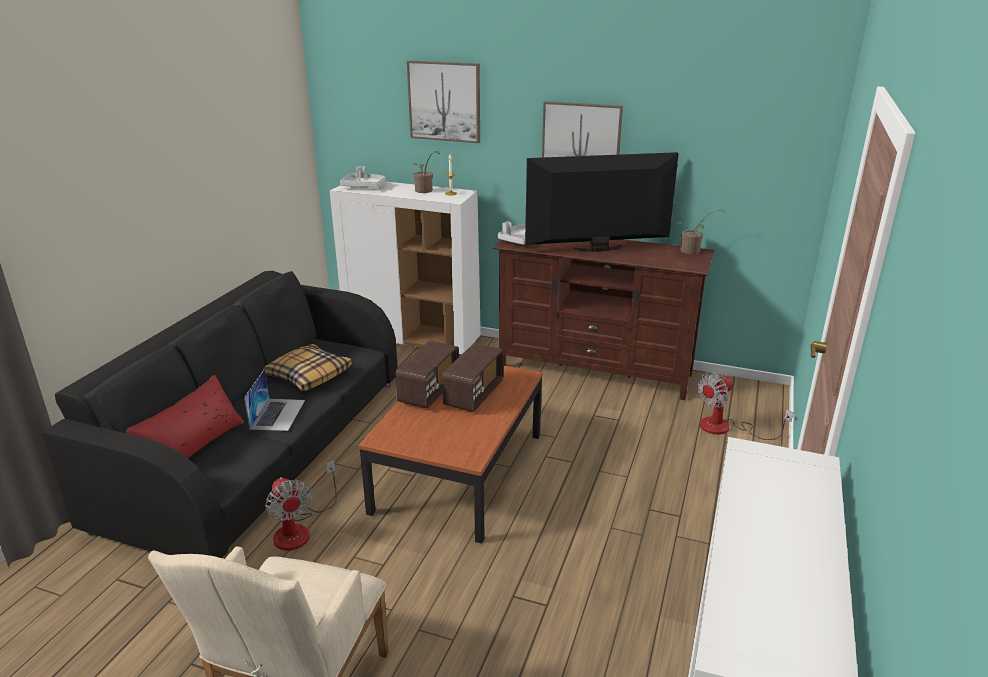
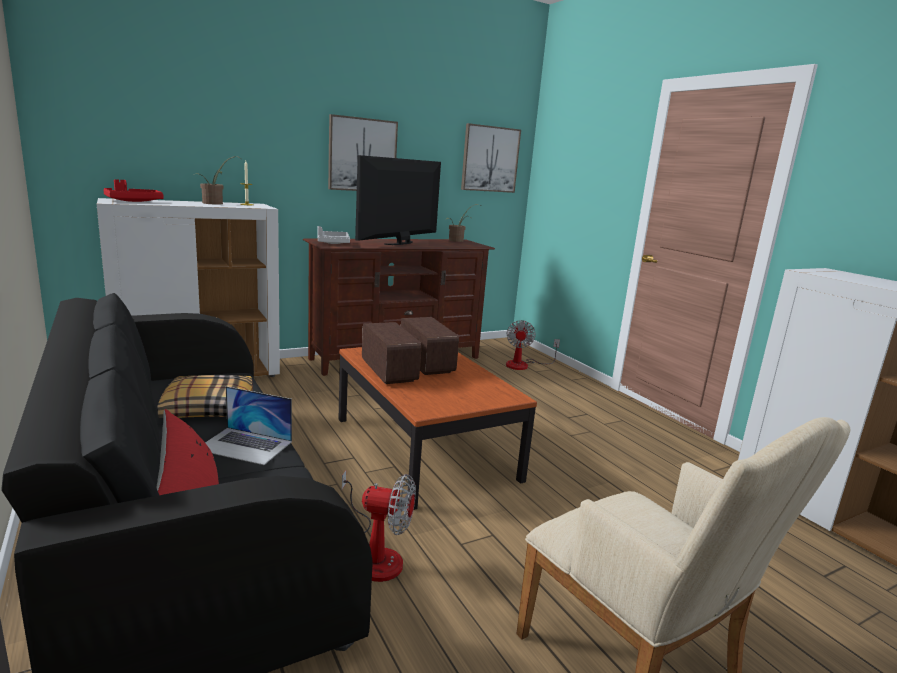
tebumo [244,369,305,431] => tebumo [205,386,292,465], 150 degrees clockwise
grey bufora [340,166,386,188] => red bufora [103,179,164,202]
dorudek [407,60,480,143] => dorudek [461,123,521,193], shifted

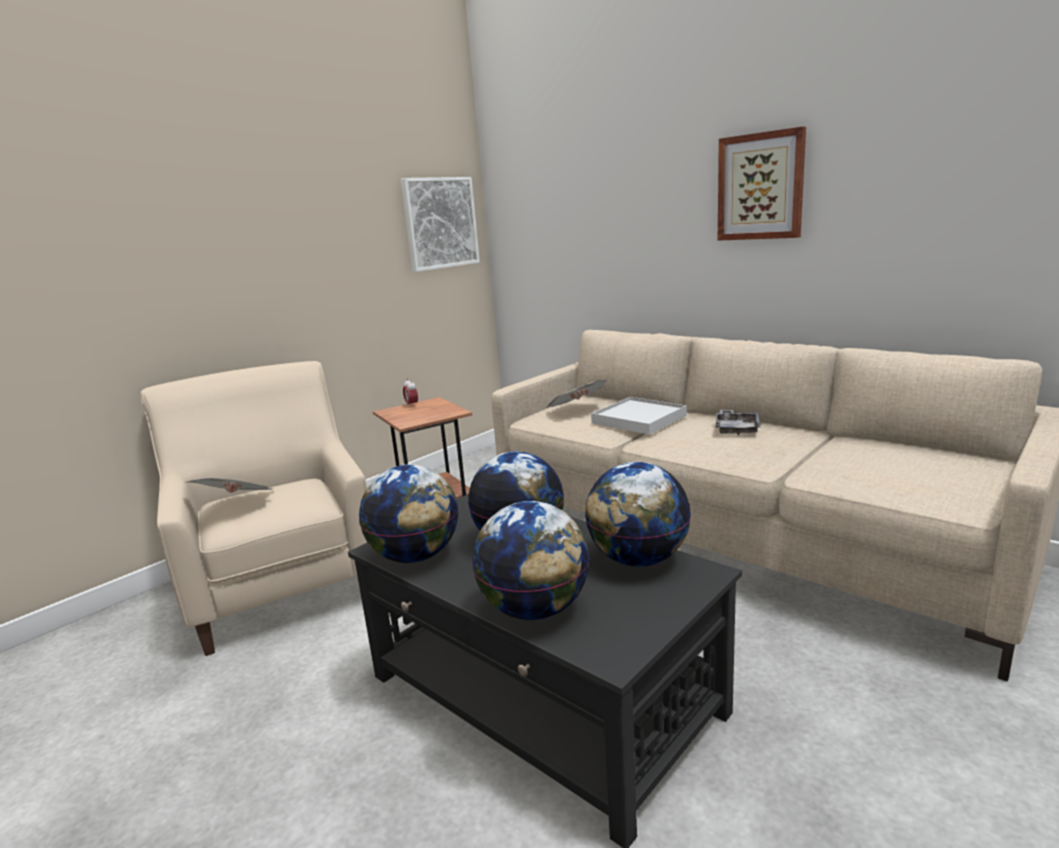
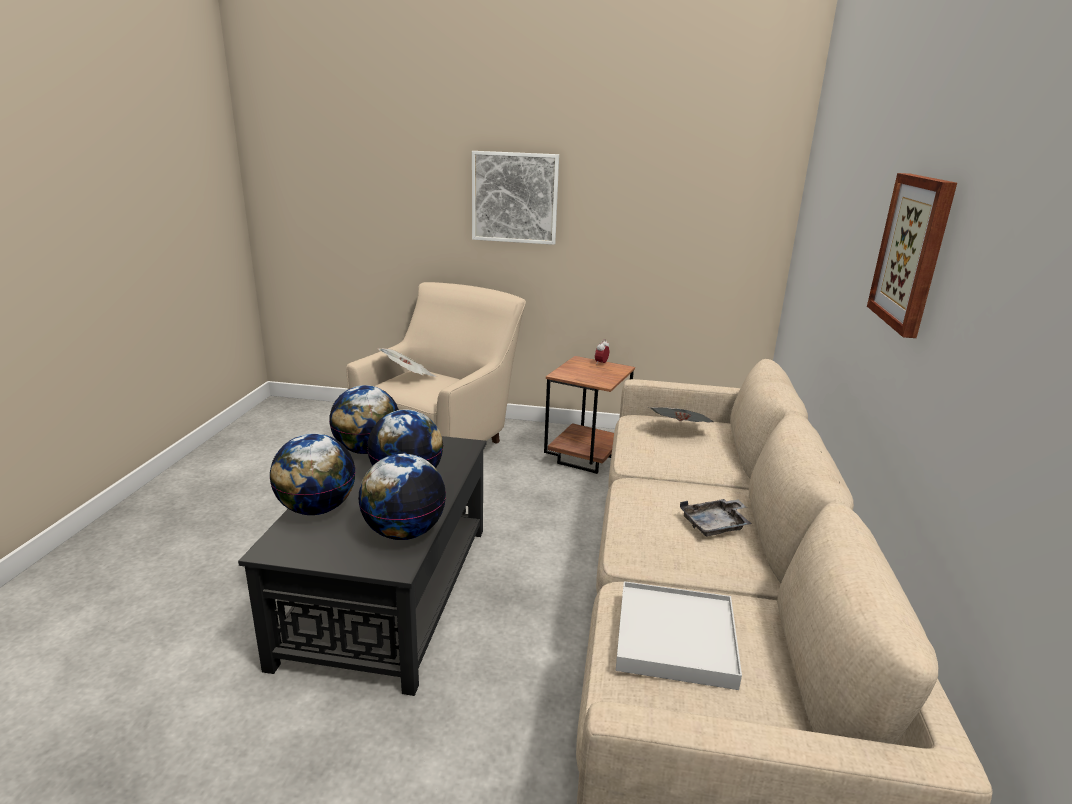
dorudek [401,177,480,272] => dorudek [472,151,559,245], shifted
white bufora [591,397,687,435] => white bufora [616,581,742,690], shifted

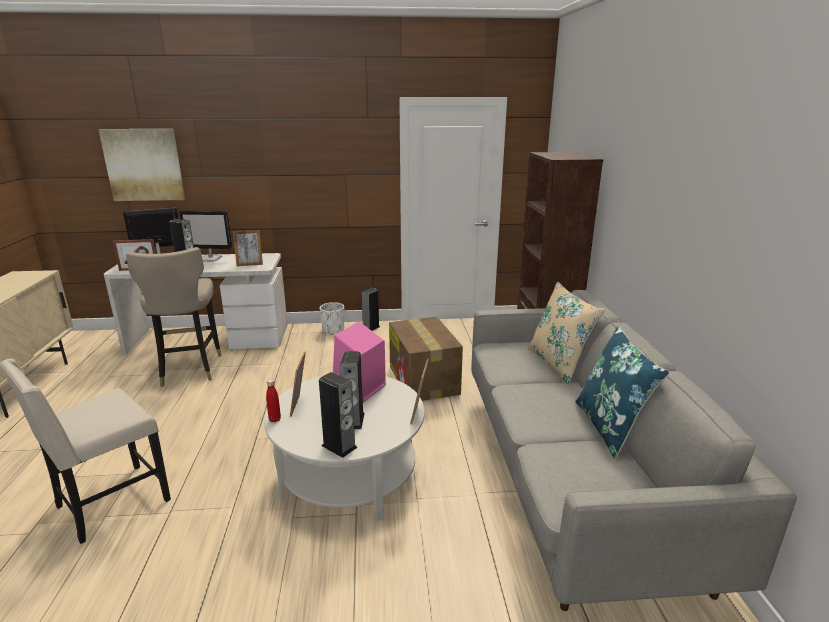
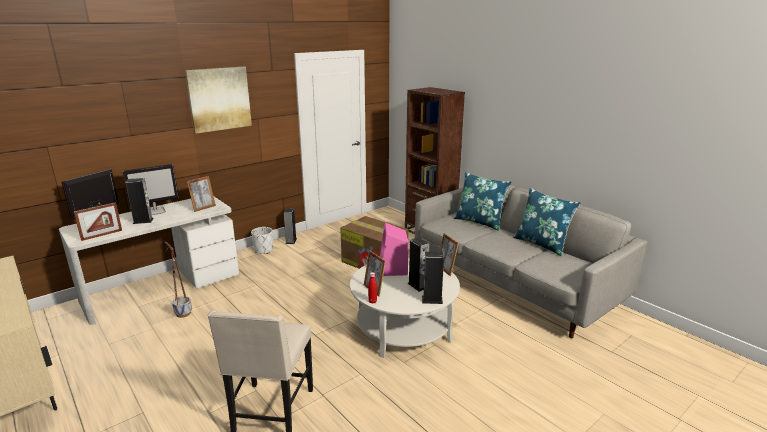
dorudek [98,129,185,201] => dorudek [185,67,252,134], shifted
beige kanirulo [126,247,221,387] => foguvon [163,240,192,318]
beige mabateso [527,282,605,384] => blue mabateso [454,172,512,231]

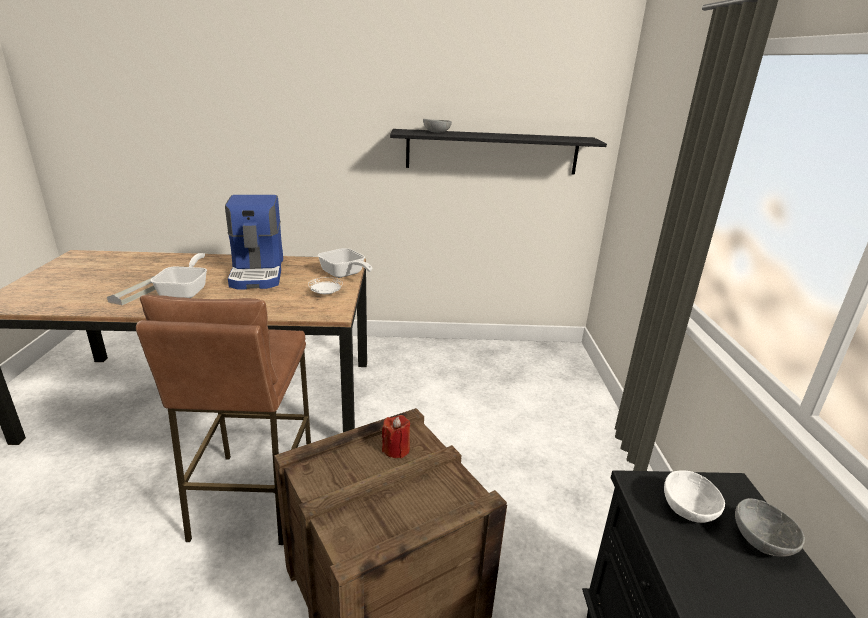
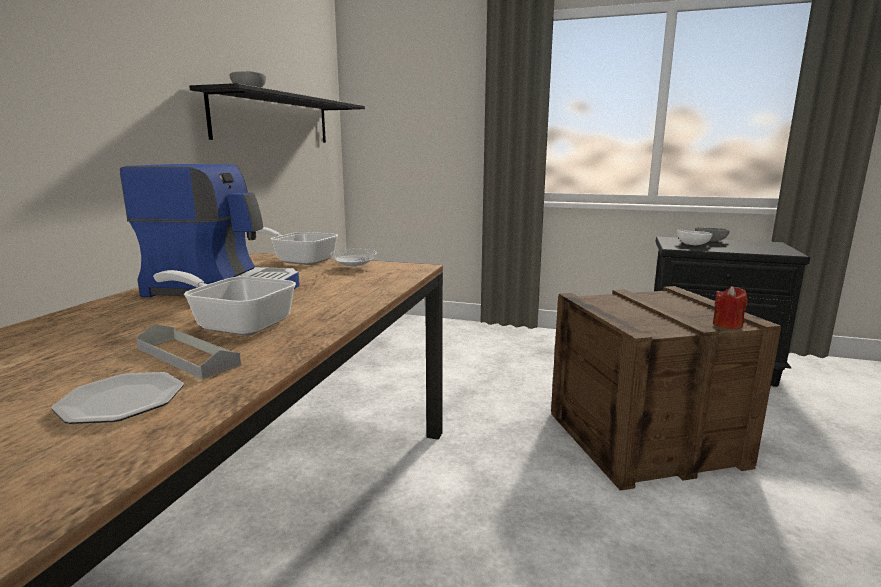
brown kanirulo [136,295,311,545] => nothing
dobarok [318,248,372,278] => dobarok [256,227,338,265], 135 degrees counterclockwise
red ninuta [382,415,410,458] => red ninuta [713,286,748,329], shifted
nothing => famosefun [51,372,184,424]

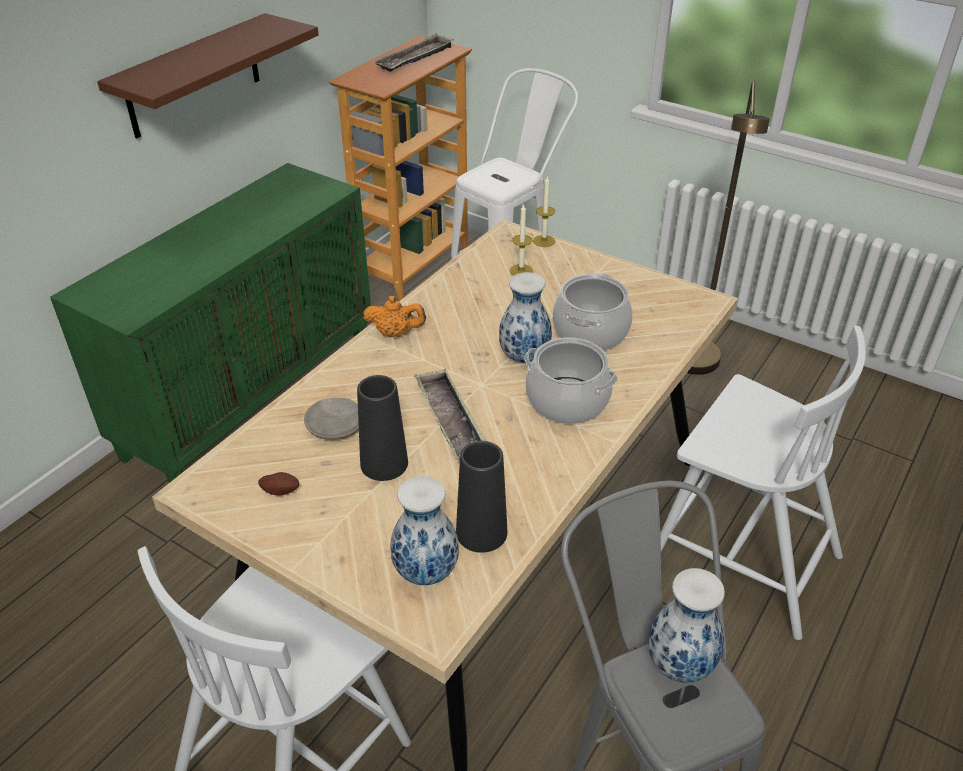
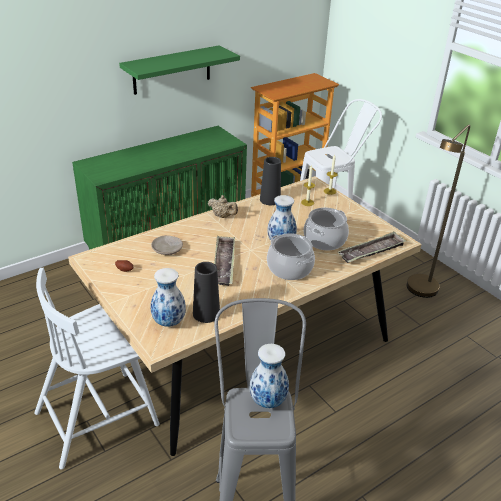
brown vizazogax [97,13,319,138] => green vizazogax [119,45,240,95]
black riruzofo [357,375,408,481] => black riruzofo [260,157,281,205], shifted
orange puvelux [363,296,426,337] => beige puvelux [208,195,238,218]
bufora [374,33,454,72] => bufora [338,231,406,263], shifted
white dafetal [660,325,866,640] => nothing

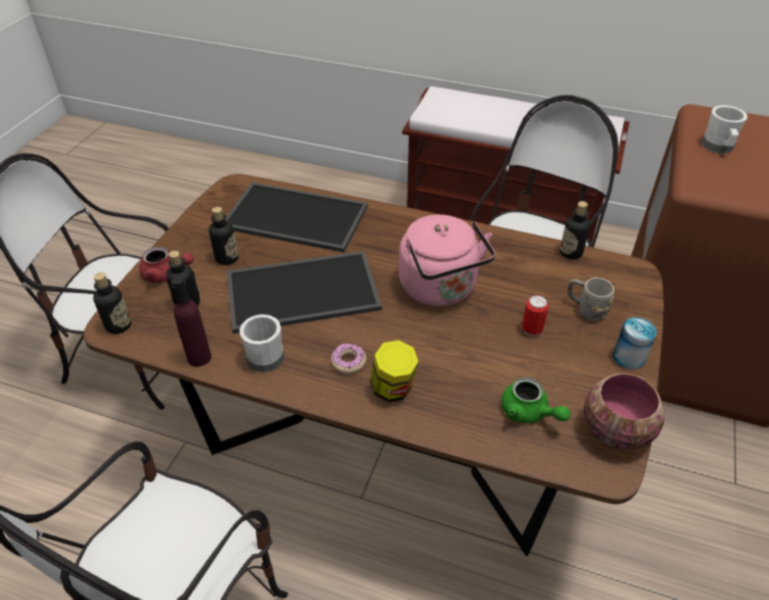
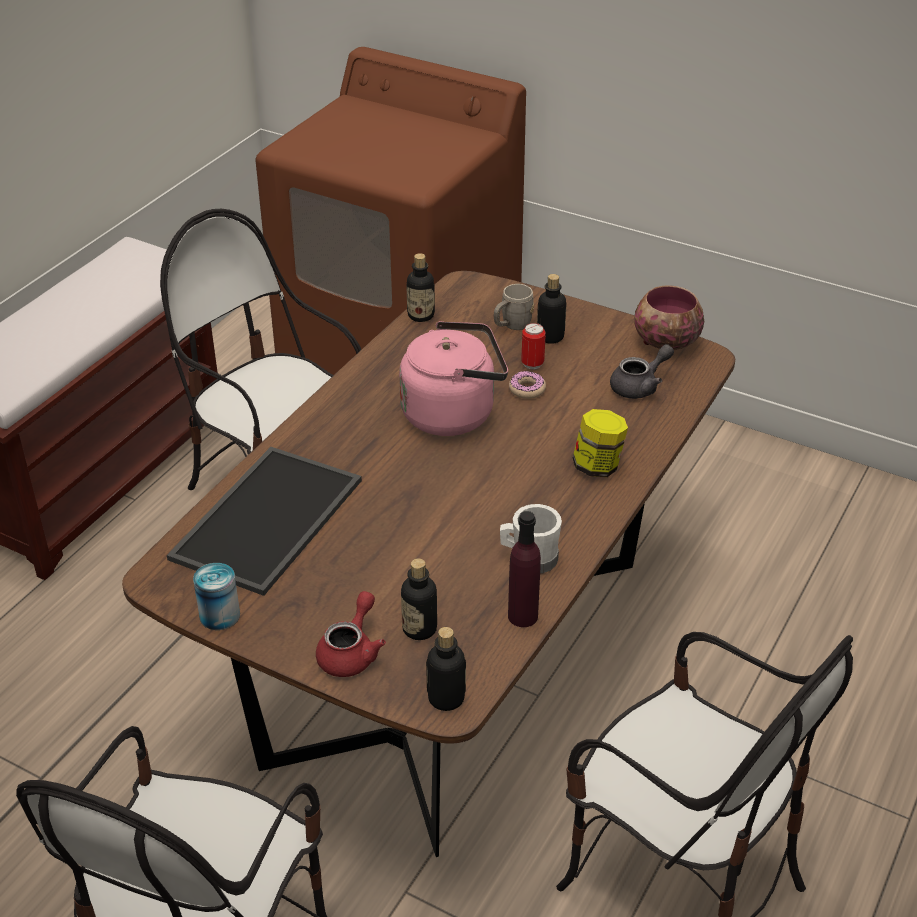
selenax [209,207,239,265] => selenax [537,274,567,344], shifted
bufora [226,251,382,334] => nothing
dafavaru [331,343,366,374] => dafavaru [509,371,546,399], shifted
green puvelux [501,377,570,423] => grey puvelux [610,344,674,399]
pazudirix [613,317,657,370] => pazudirix [193,563,240,630], shifted
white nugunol [701,105,747,154] => nothing

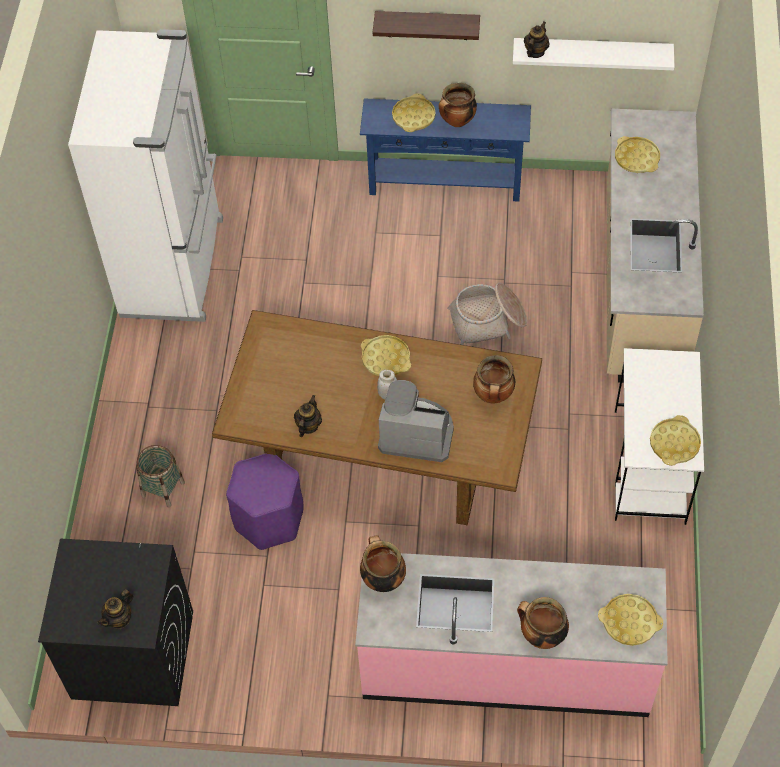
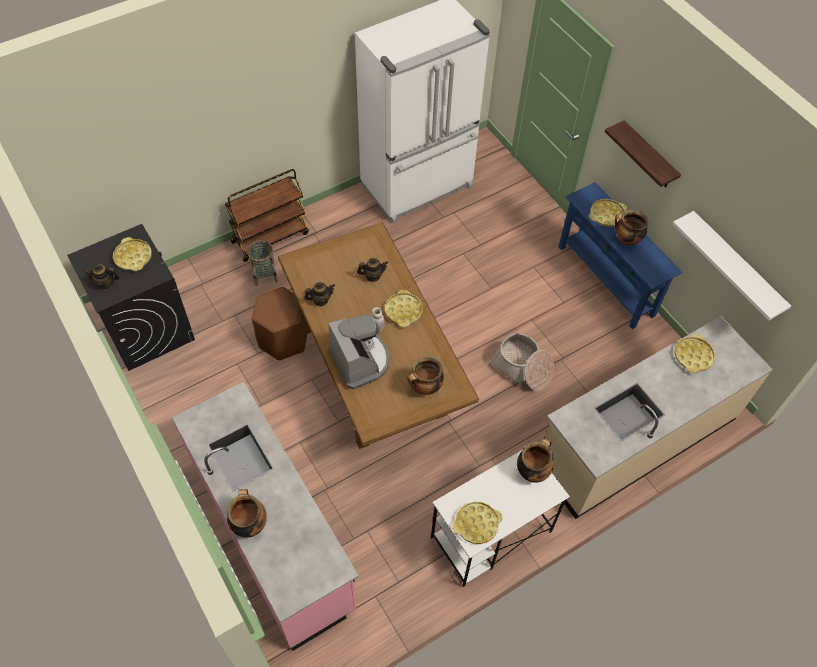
purple kanirulo [226,453,303,550] => brown kanirulo [252,287,308,361]
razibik [360,535,406,592] => razibik [517,438,554,483], shifted
puvelux [524,21,550,58] => puvelux [357,258,388,282], shifted
yellow bufora [598,594,663,646] => yellow bufora [113,237,152,271], shifted
nothing => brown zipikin [225,169,309,262]

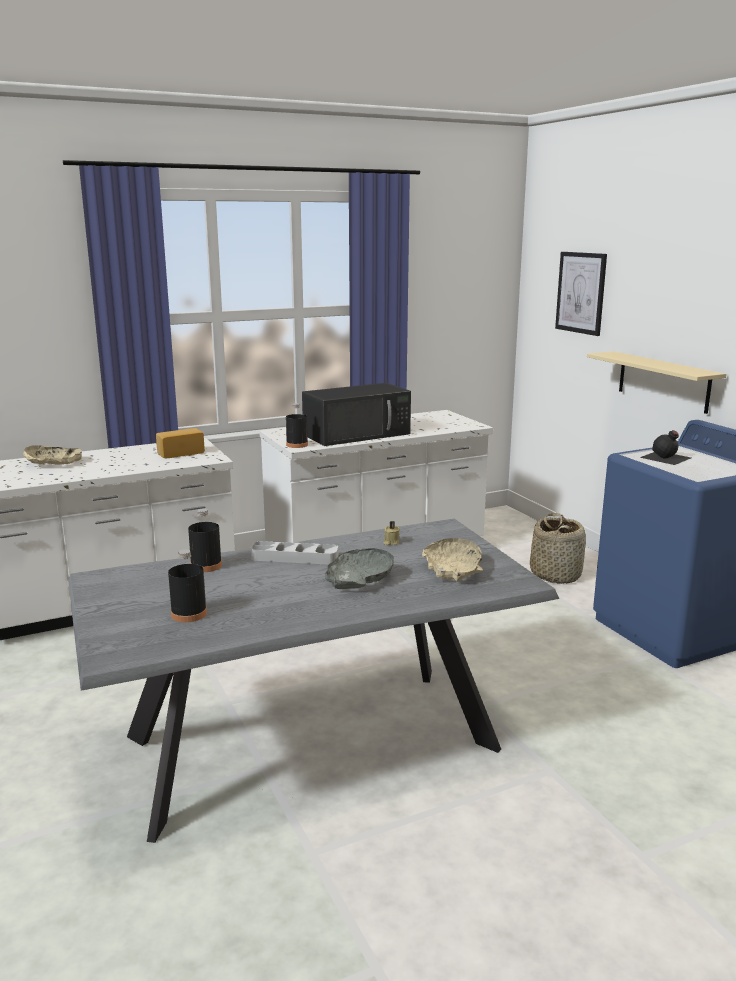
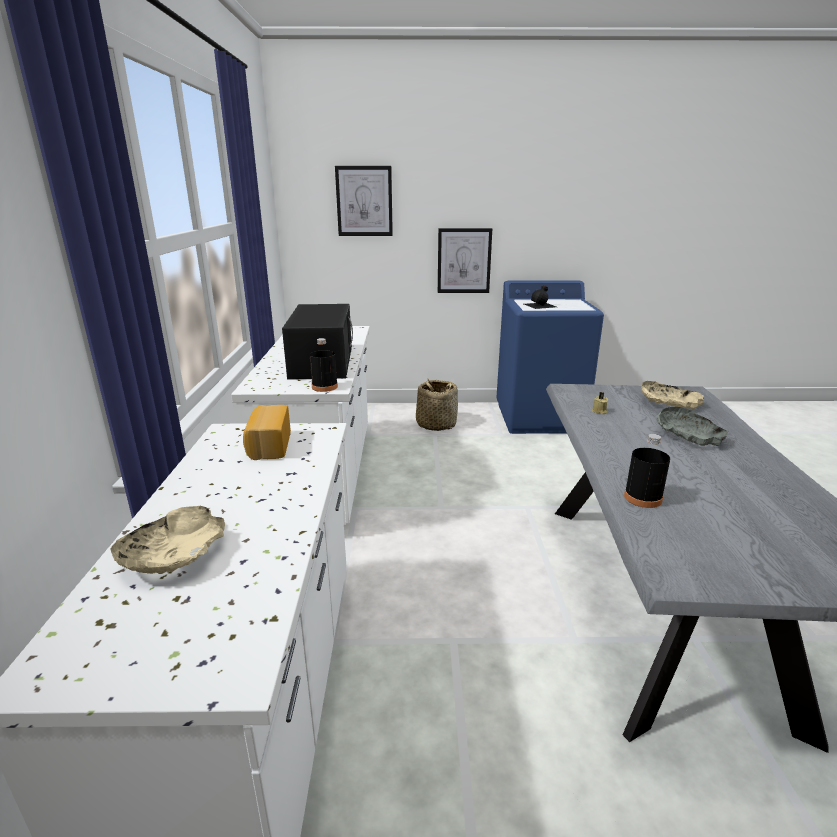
black selenax [168,549,207,622] => nothing
grey bufora [251,541,339,565] => nothing
beige vizazogax [587,351,726,414] => dorudek [438,228,492,293]

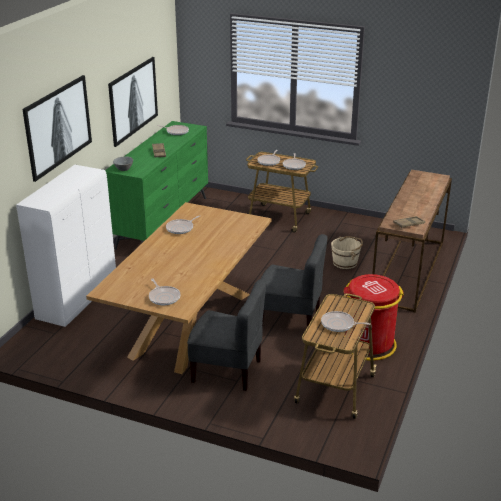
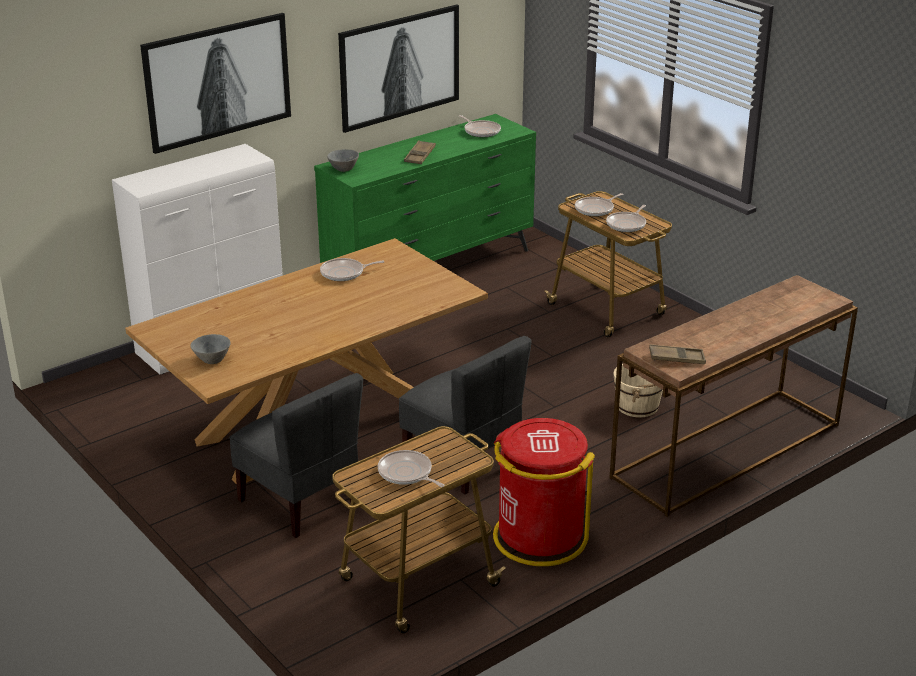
dobarok [149,279,180,305] => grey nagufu [191,334,231,364]

